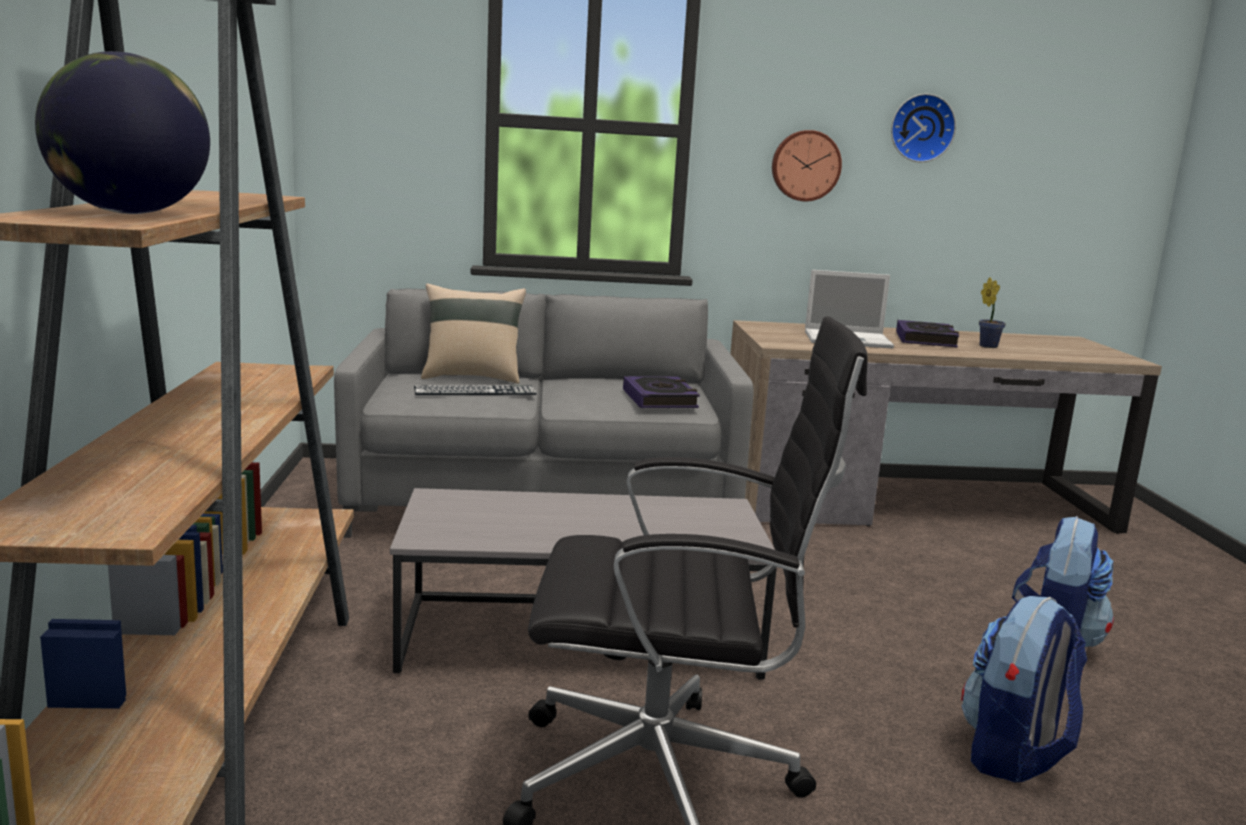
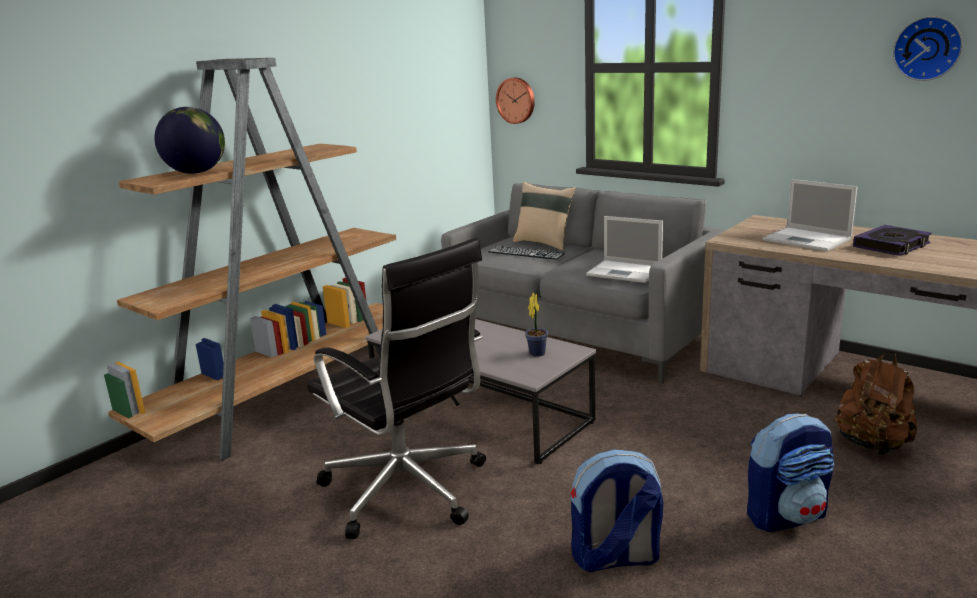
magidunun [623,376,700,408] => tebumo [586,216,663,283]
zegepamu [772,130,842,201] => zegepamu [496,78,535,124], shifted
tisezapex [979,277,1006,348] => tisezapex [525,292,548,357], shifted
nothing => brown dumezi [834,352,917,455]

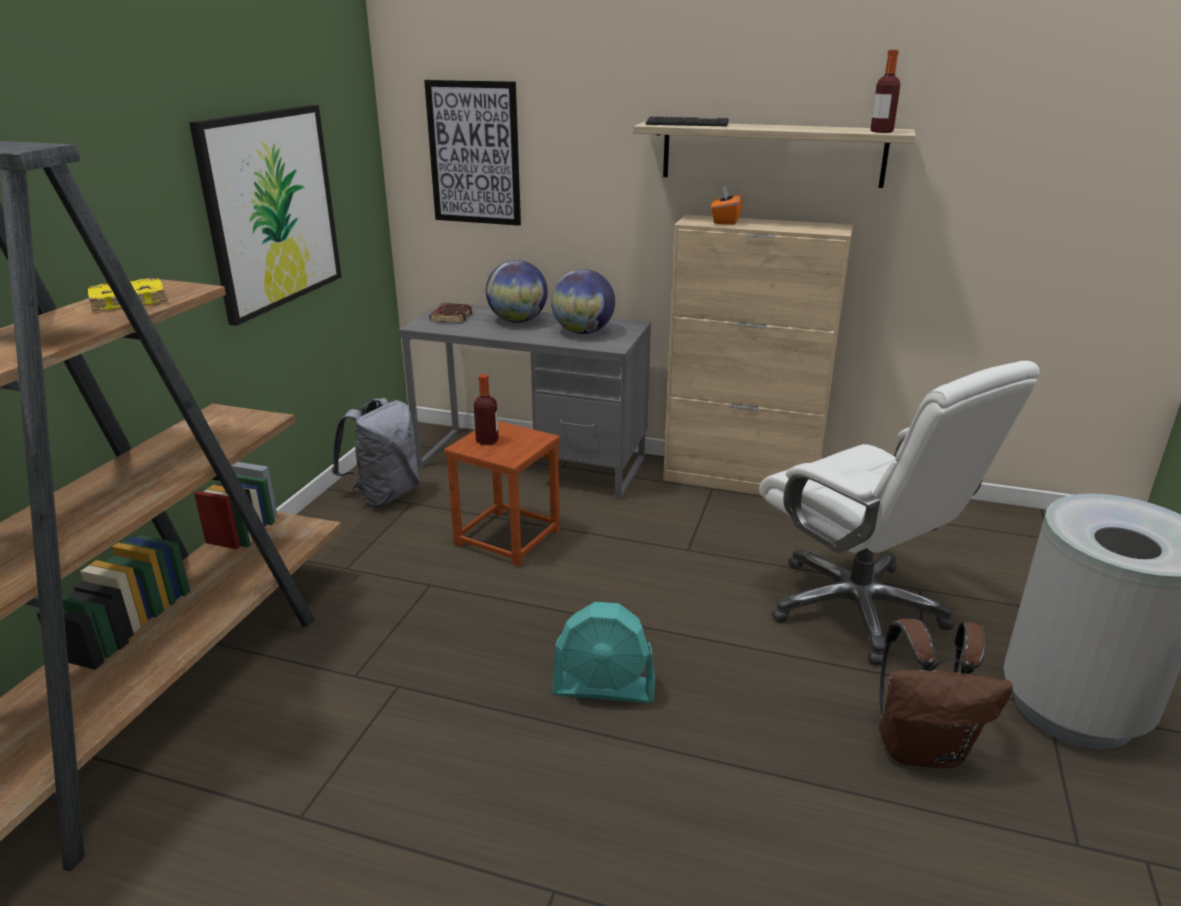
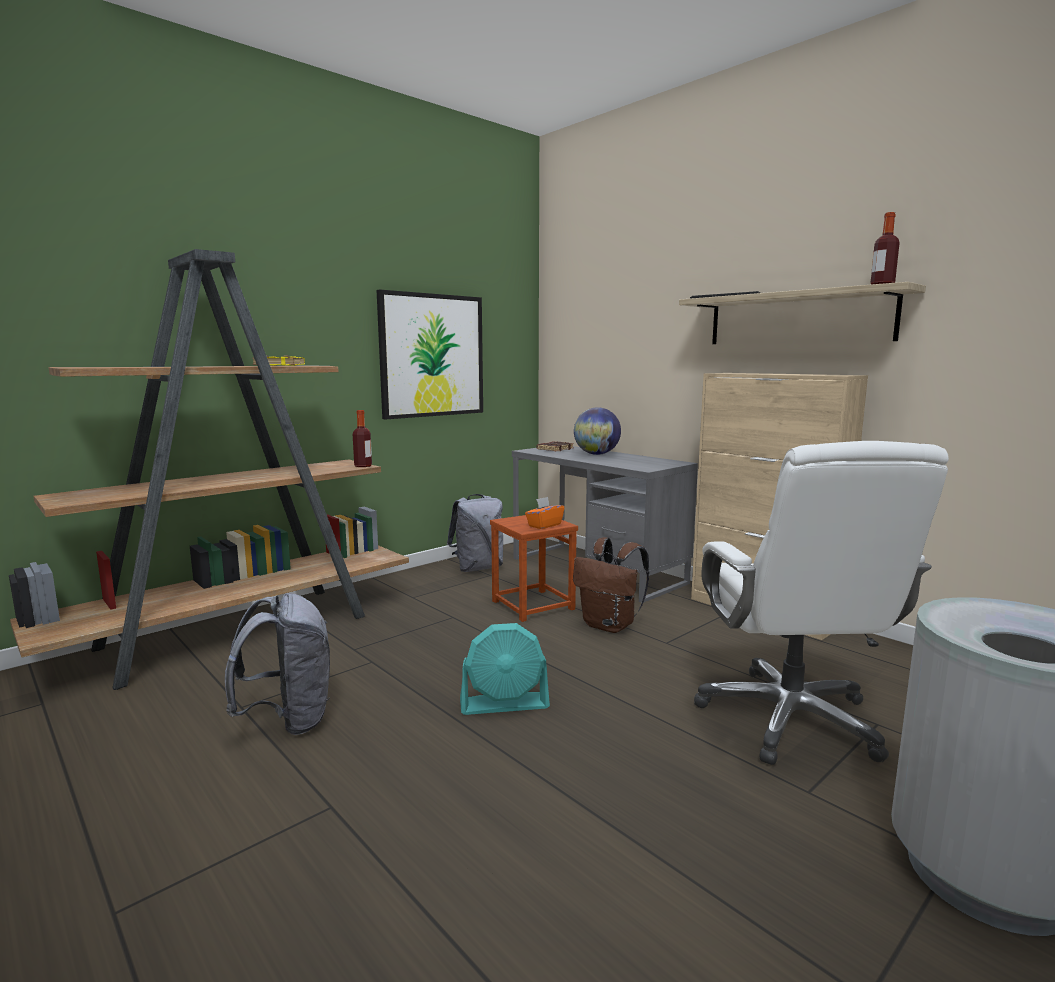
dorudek [424,80,521,226] => nothing
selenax [474,374,499,445] => selenax [353,410,372,467], shifted
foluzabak [551,269,615,334] => nothing
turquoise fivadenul [552,602,655,703] => turquoise fivadenul [460,623,550,715], 45 degrees counterclockwise
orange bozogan [711,185,743,225] => orange bozogan [525,497,564,529], shifted
brown dumezi [879,618,1013,768] => brown dumezi [573,537,649,633], shifted
nothing => grey dumezi [225,593,330,735]

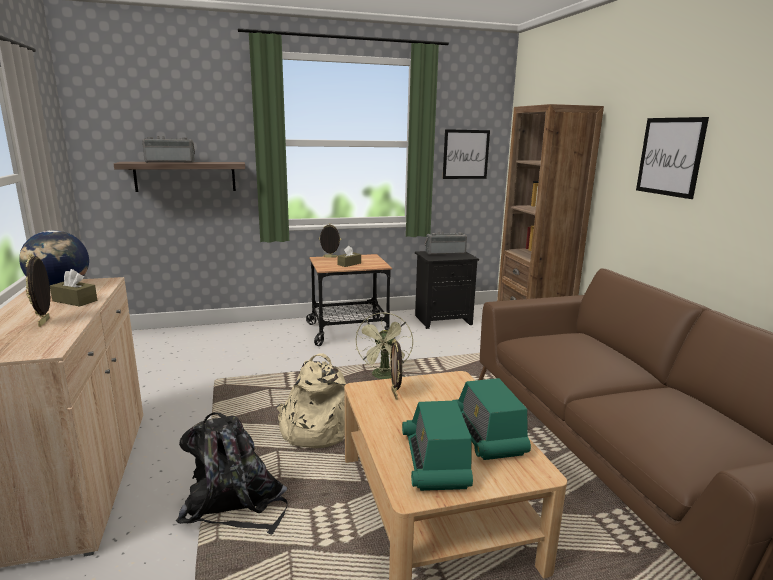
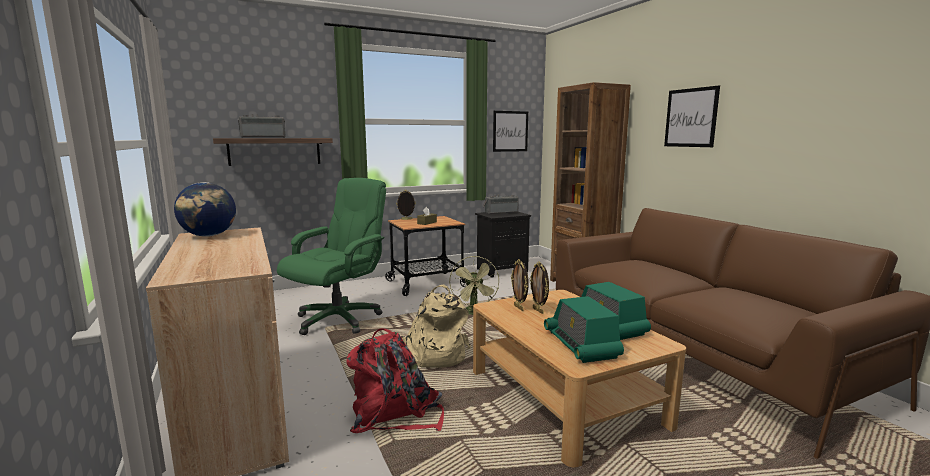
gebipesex [25,254,50,327] => gebipesex [530,261,549,314], shifted
brown bozogan [50,269,97,307] => nothing
black dumezi [176,412,288,534] => red dumezi [346,329,444,434]
nothing => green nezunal [277,178,386,335]

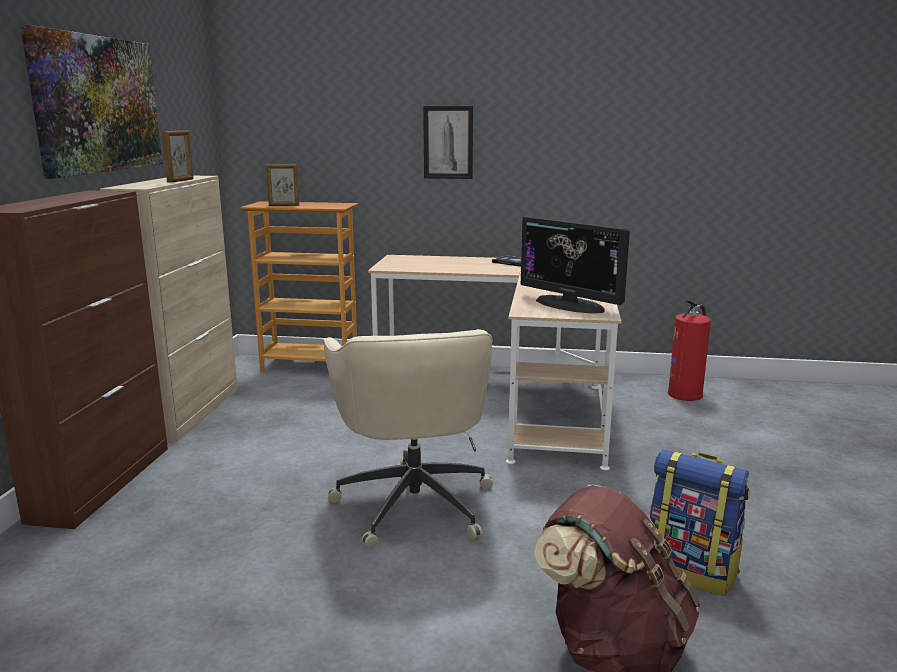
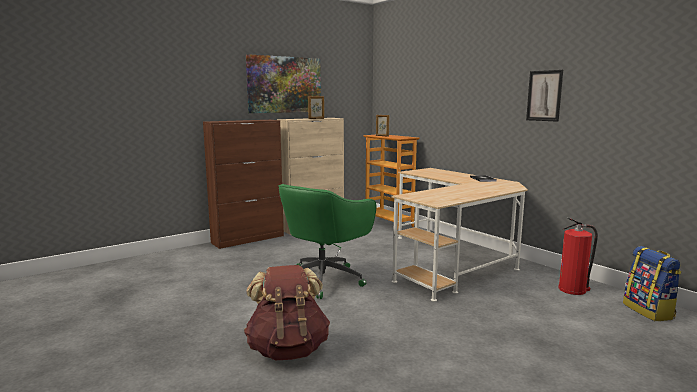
beige nezunal [323,329,493,549] => green nezunal [278,184,376,299]
dorudek [423,106,473,179] => dorudek [526,70,563,122], shifted
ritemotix [521,216,630,314] => nothing
dumezi [650,450,749,596] => dumezi [623,246,682,321], shifted

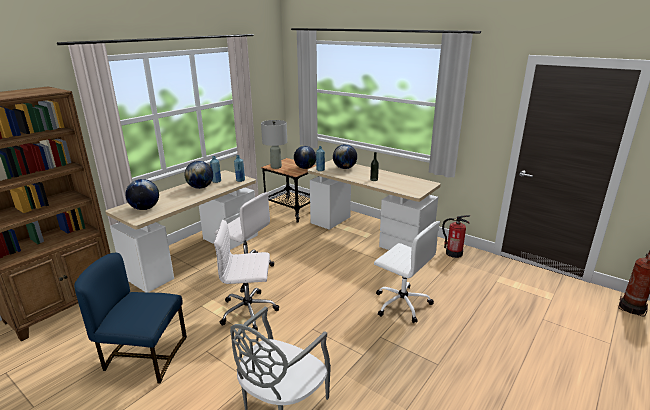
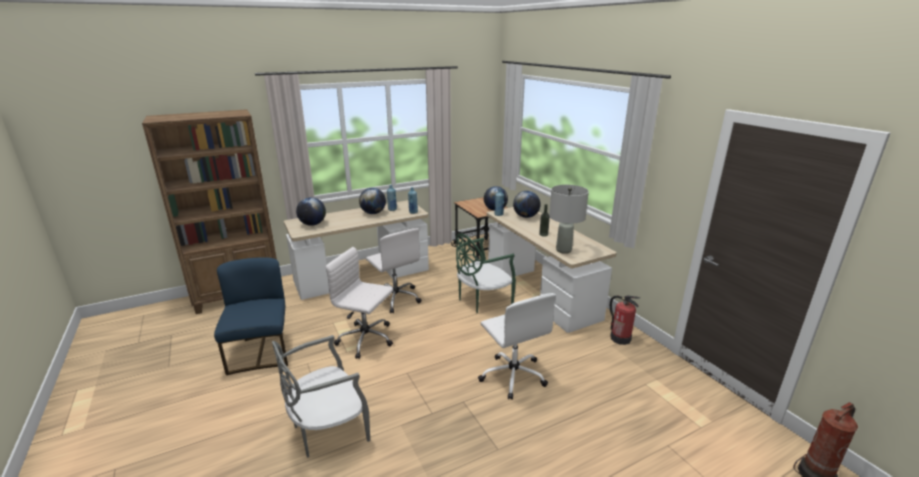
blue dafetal [74,253,187,384] => blue dafetal [214,257,288,375], 45 degrees clockwise
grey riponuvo [261,120,287,169] => grey riponuvo [549,185,589,254], shifted
nothing => green dafetal [456,233,516,313]

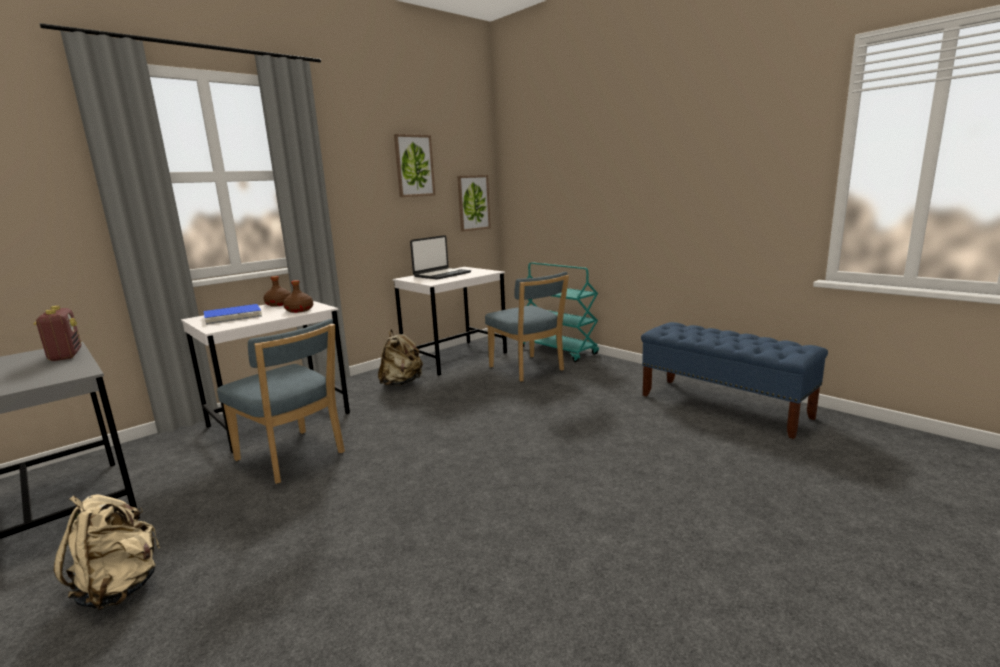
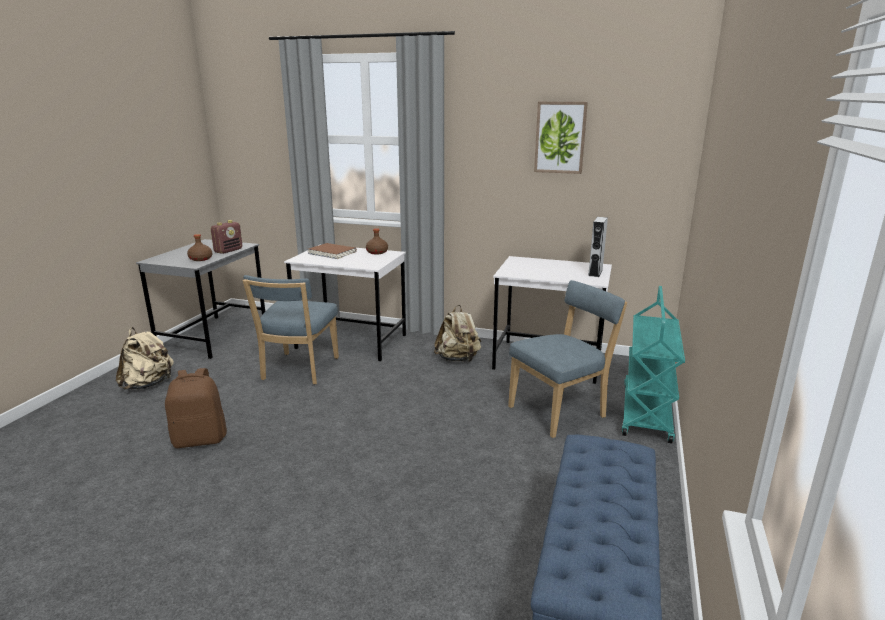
blue magidunun [204,304,262,325] => brown magidunun [308,243,357,259]
brown selenax [283,280,313,313] => brown selenax [187,234,212,261], shifted
tebumo [410,235,471,280] => nothing
dorudek [457,175,491,232] => nothing
blue dafetal [485,272,569,382] => blue dafetal [508,280,627,438], 150 degrees counterclockwise
nothing => brown dumezi [165,368,227,448]
nothing => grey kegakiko [588,217,608,277]

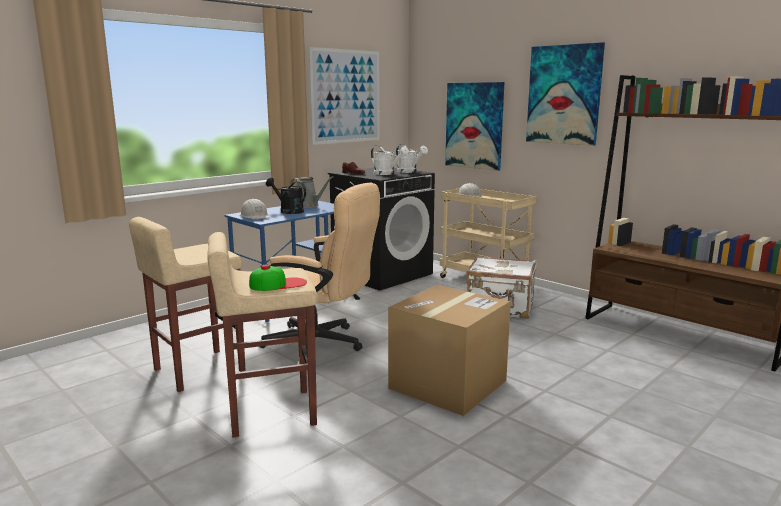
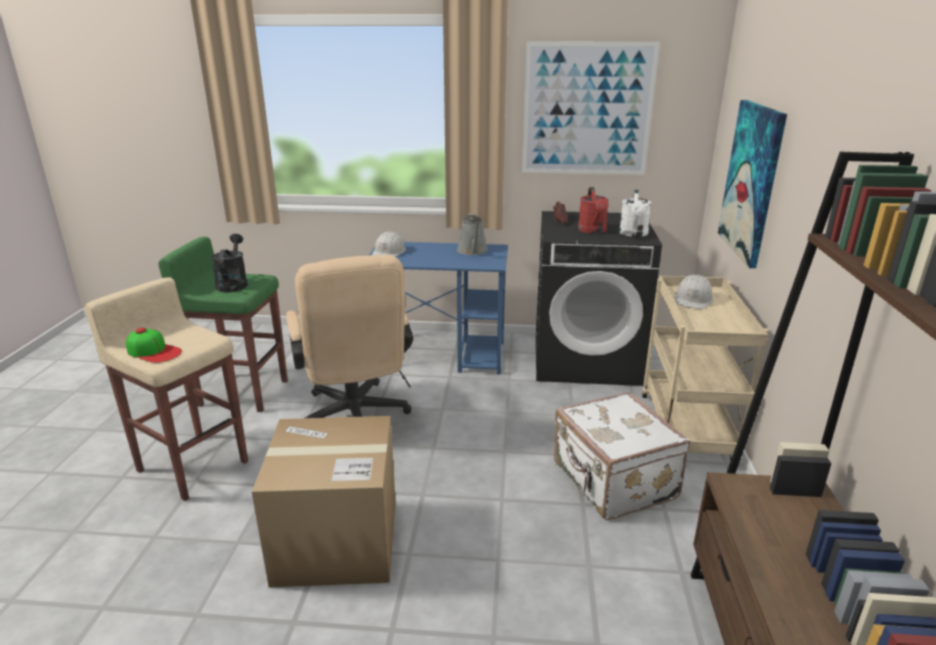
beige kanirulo [129,217,245,392] => green kanirulo [159,237,288,412]
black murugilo [266,178,306,214] => black murugilo [211,234,248,292], shifted
white murugilo [371,145,408,175] => red murugilo [578,187,609,234]
dorudek [526,42,605,146] => nothing

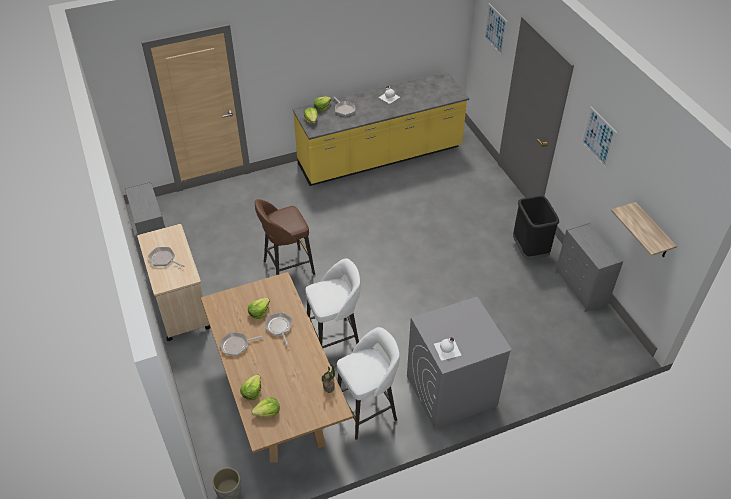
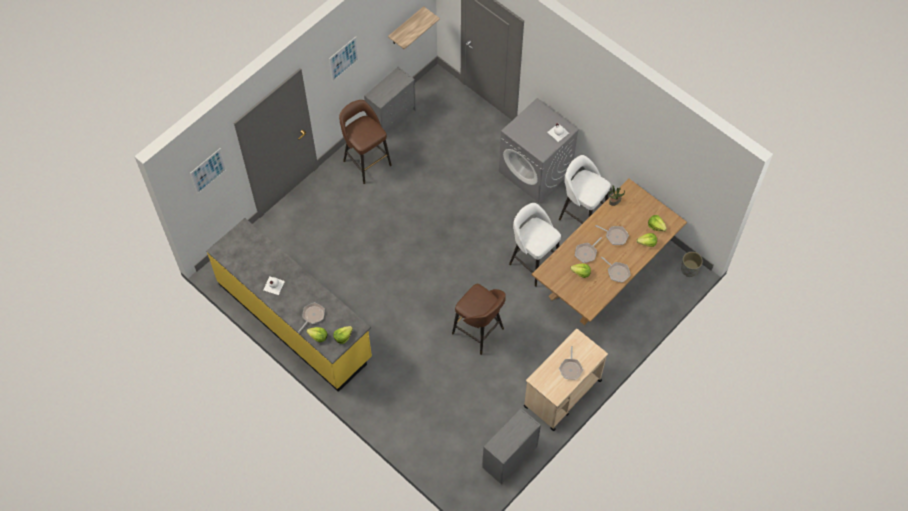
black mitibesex [513,196,559,260] => brown kanirulo [339,100,392,184]
nothing => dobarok [595,225,629,245]

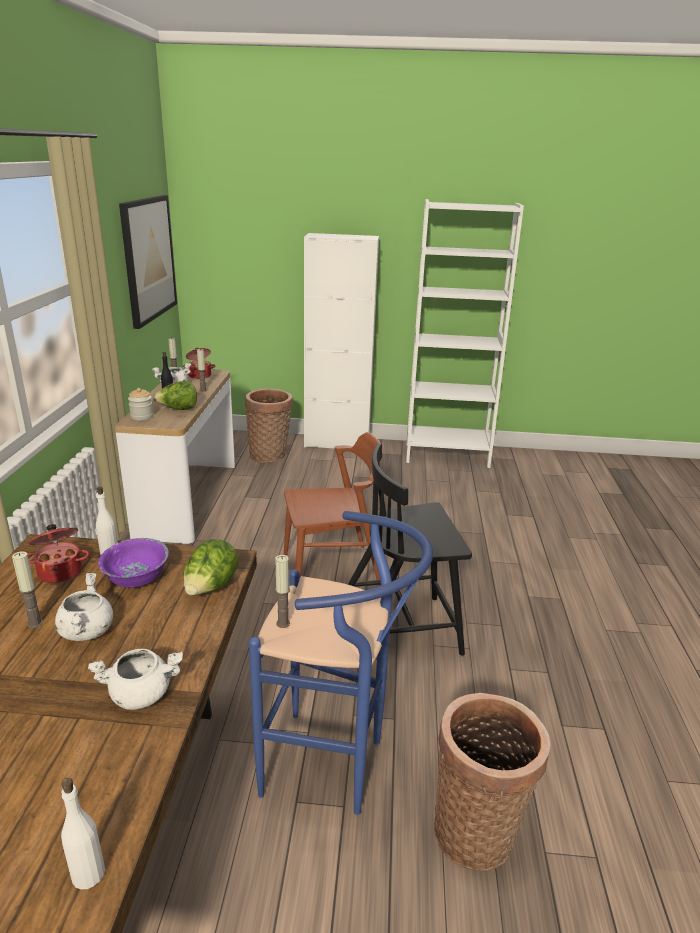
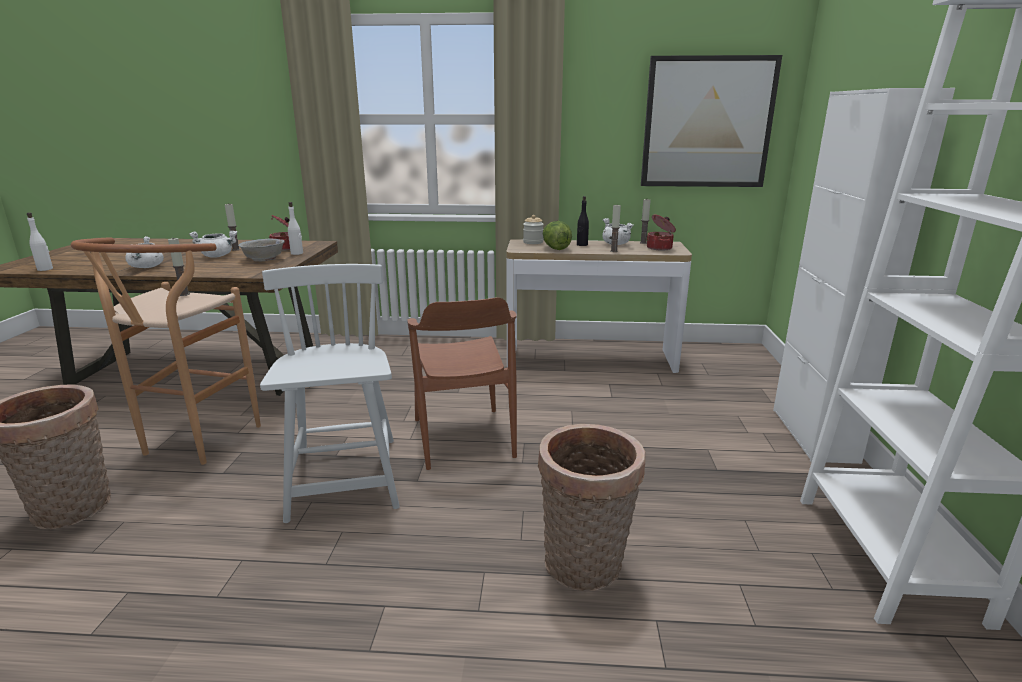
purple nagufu [98,538,169,588] => white nagufu [238,239,284,261]
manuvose [183,539,239,595] => nothing
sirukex [245,388,293,463] => sirukex [538,424,645,591], shifted
blue kanirulo [249,511,433,815] => brown kanirulo [71,237,261,465]
black dafetal [348,443,472,656] => white dafetal [260,264,400,523]

